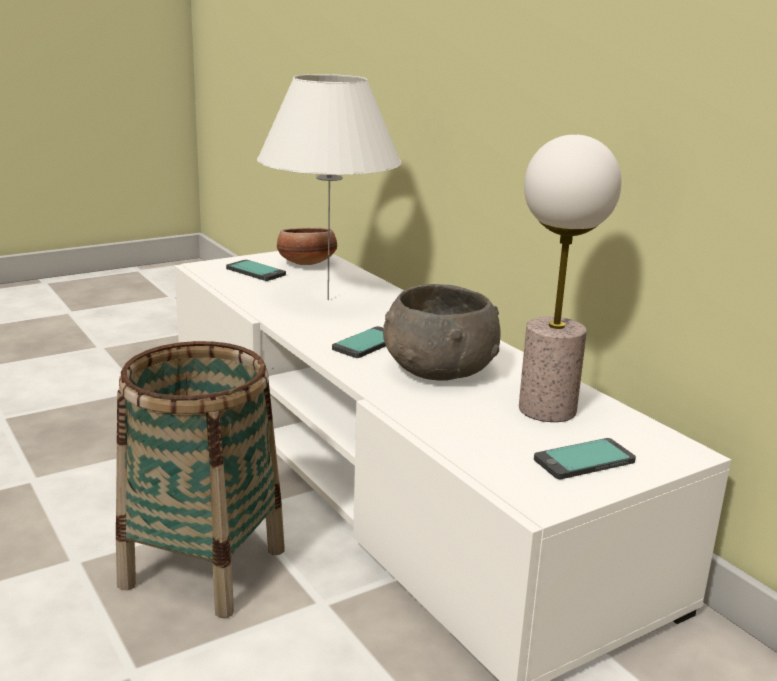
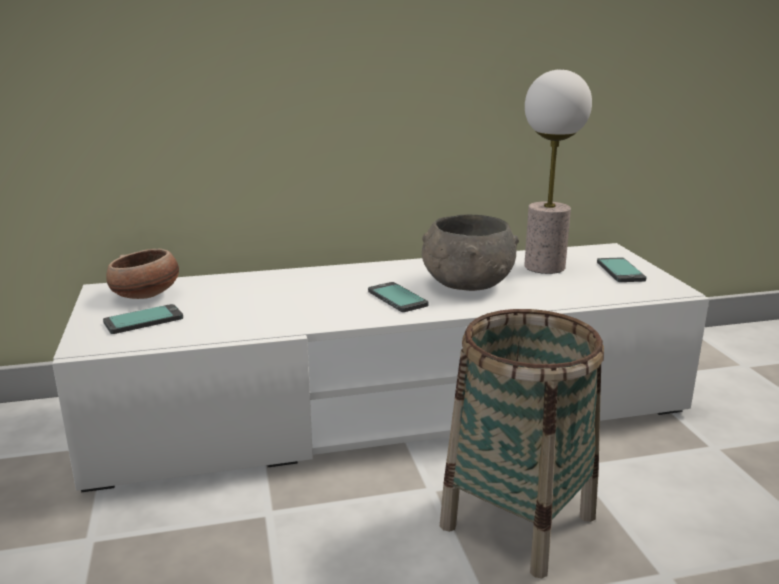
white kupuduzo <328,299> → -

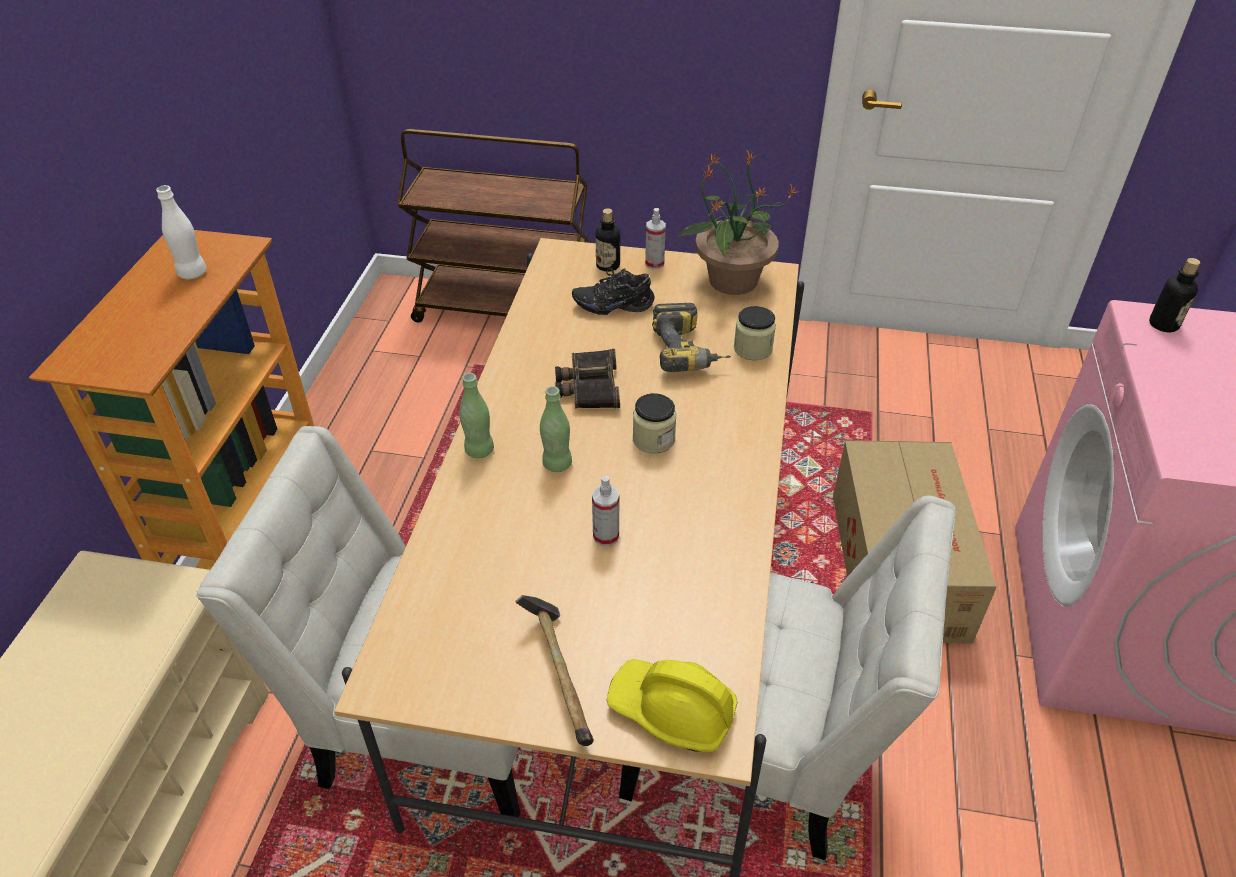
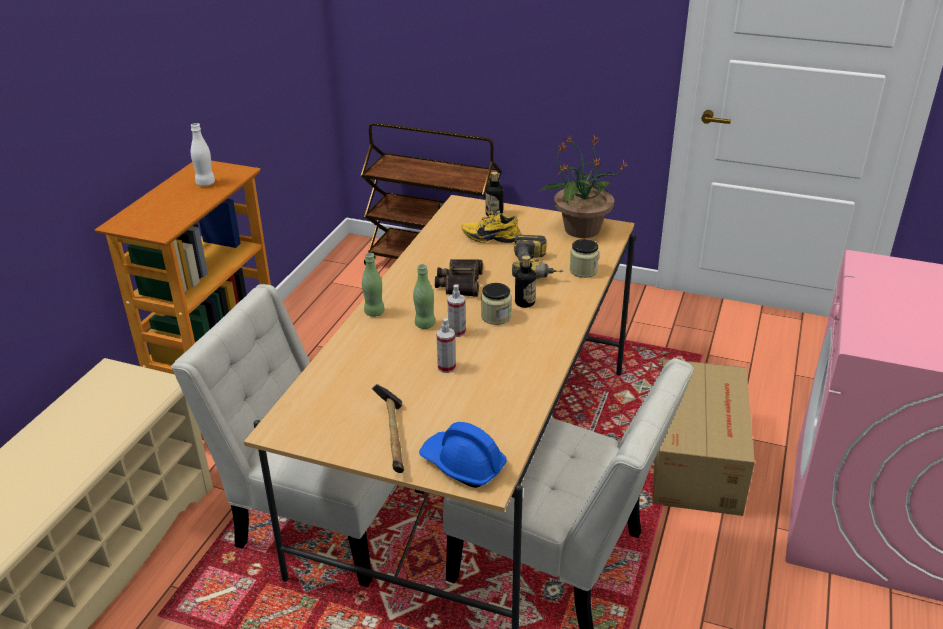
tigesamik <654,263> → tigesamik <457,332>, moved
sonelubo <1163,324> → sonelubo <525,303>, moved
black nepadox <613,304> → yellow nepadox <491,237>
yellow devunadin <672,710> → blue devunadin <462,464>

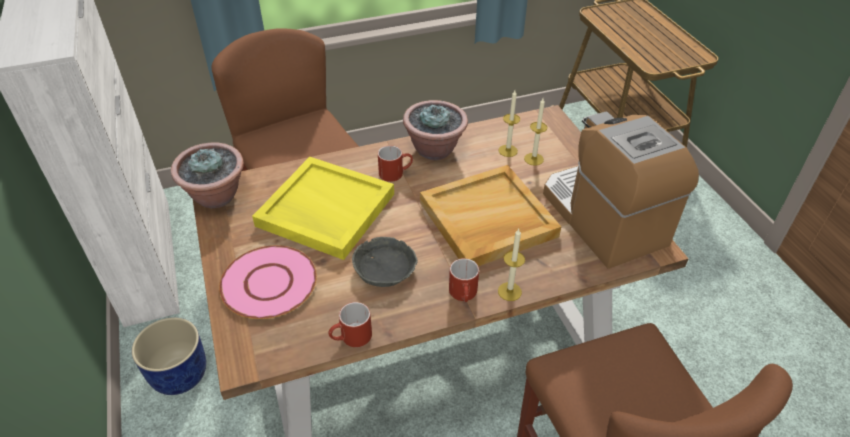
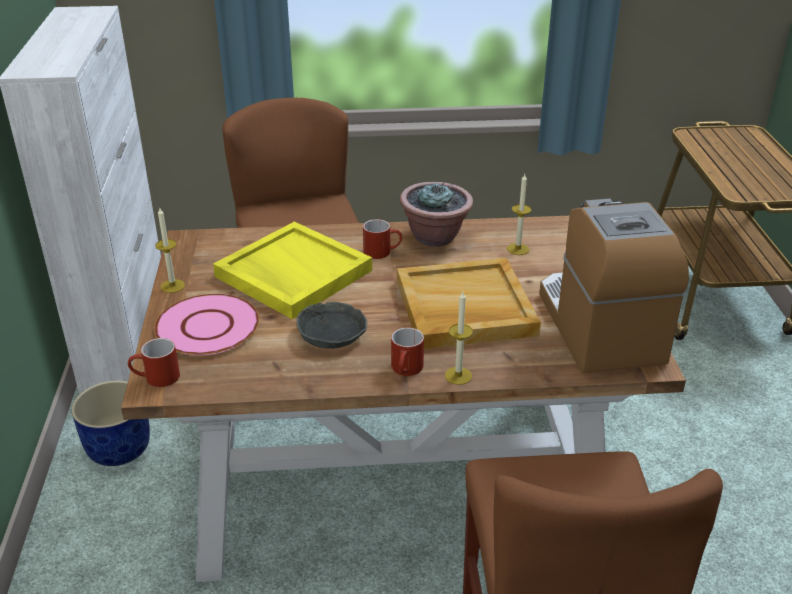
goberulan <216,197> → -
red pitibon <351,338> → red pitibon <156,379>, moved
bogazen <533,159> → bogazen <172,286>, moved

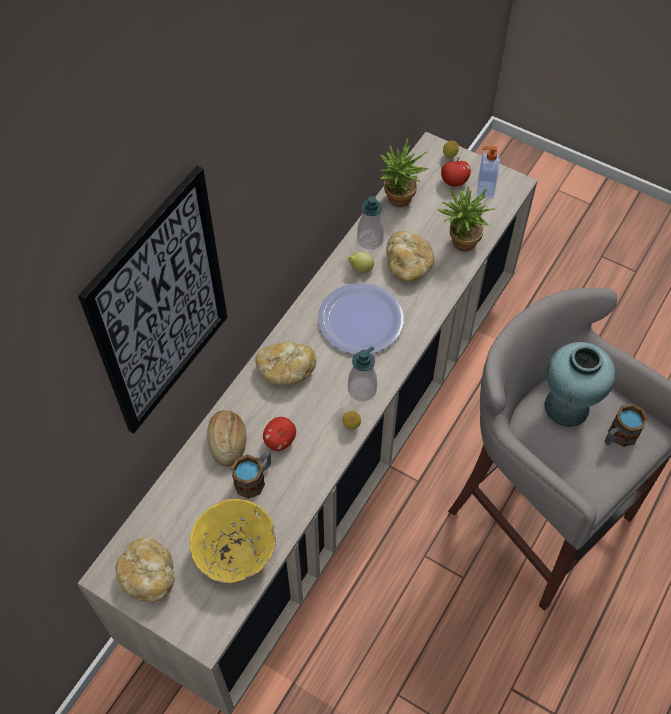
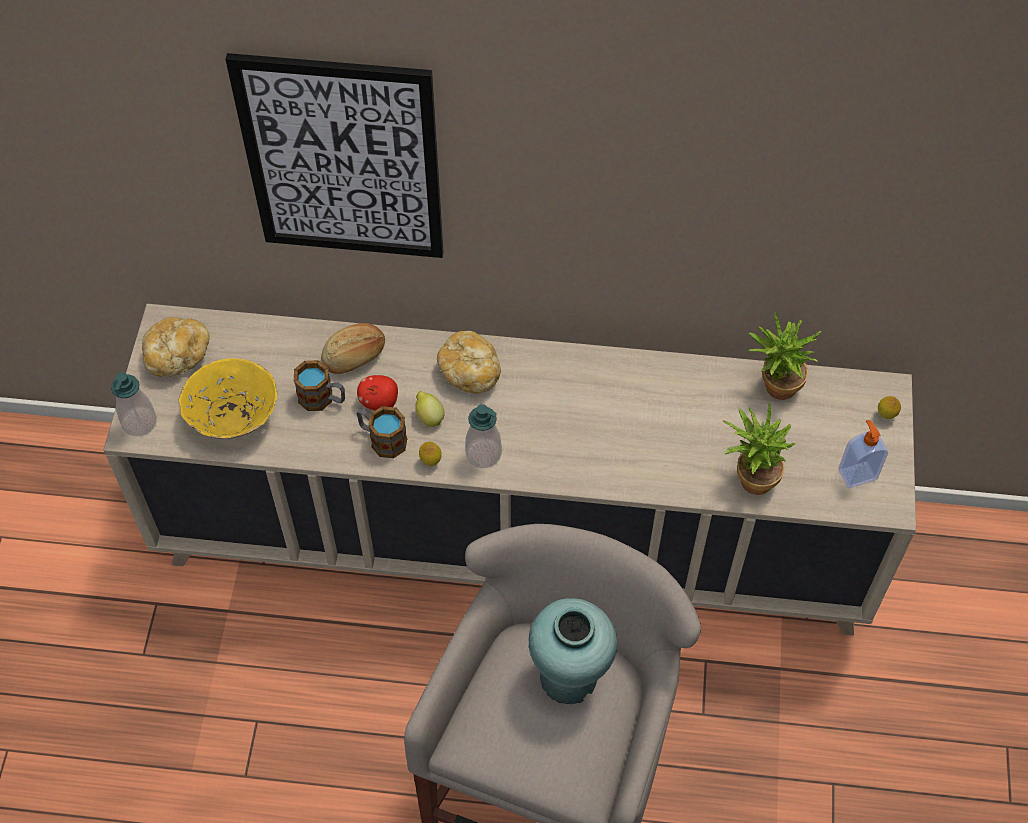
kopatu <360,320> → -
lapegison <408,265> → -
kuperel <454,182> → -
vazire <360,269> → vazire <429,417>, moved
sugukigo <370,240> → sugukigo <139,422>, moved
pitibon <618,436> → pitibon <382,439>, moved

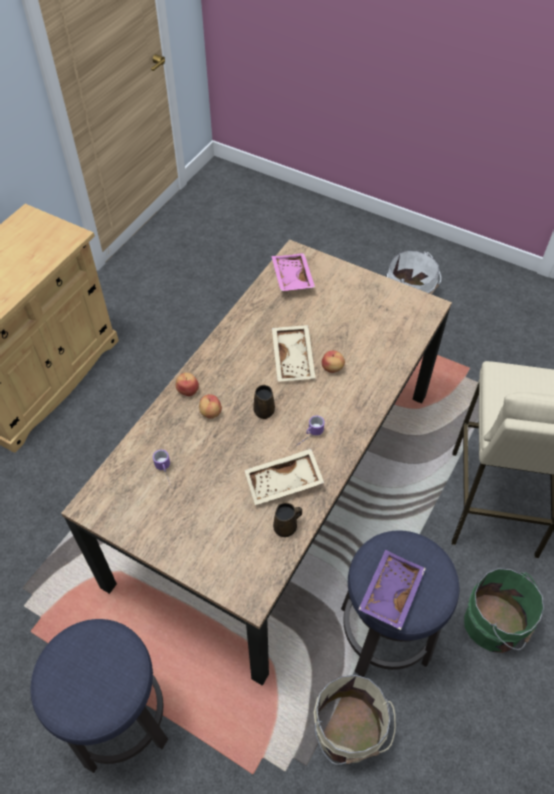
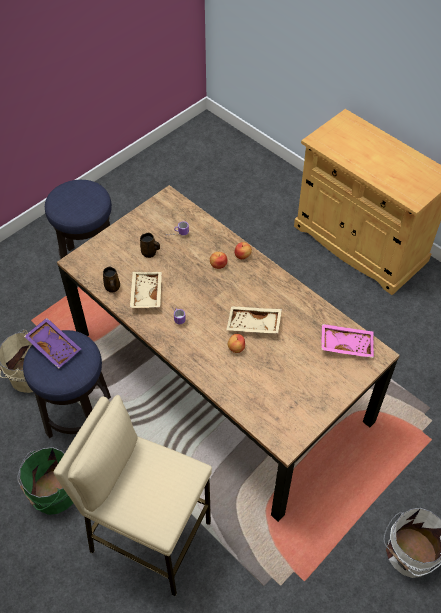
brown pitibon <264,410> → brown pitibon <150,253>, moved

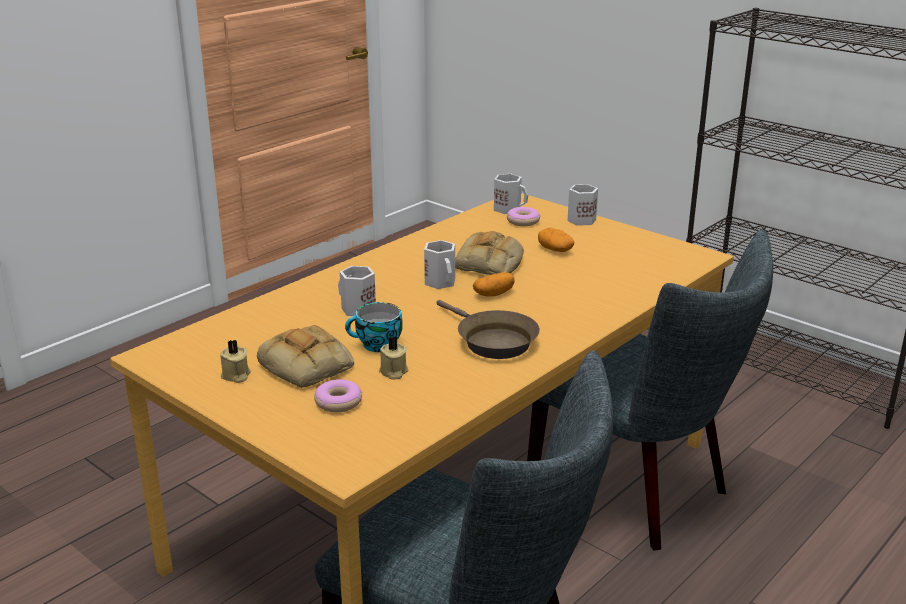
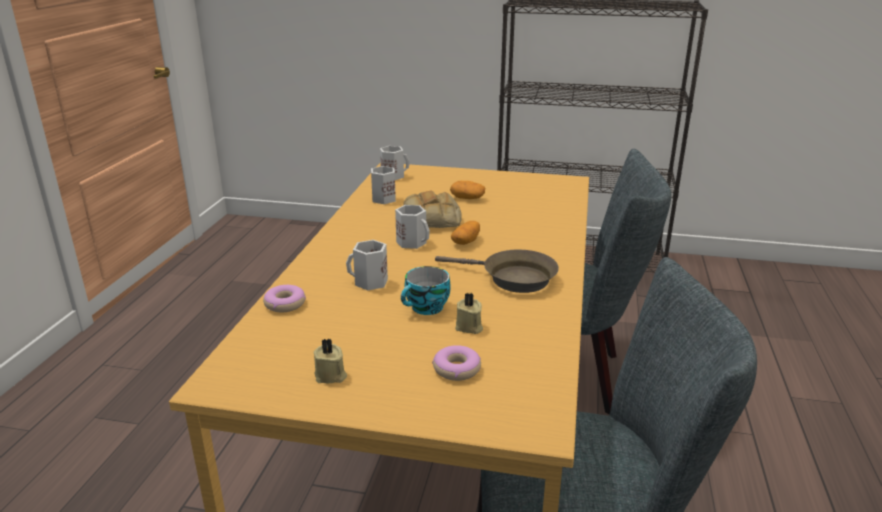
lapegison <308,366> → -
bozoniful <523,221> → bozoniful <285,304>, moved
white pitibon <580,220> → white pitibon <382,199>, moved

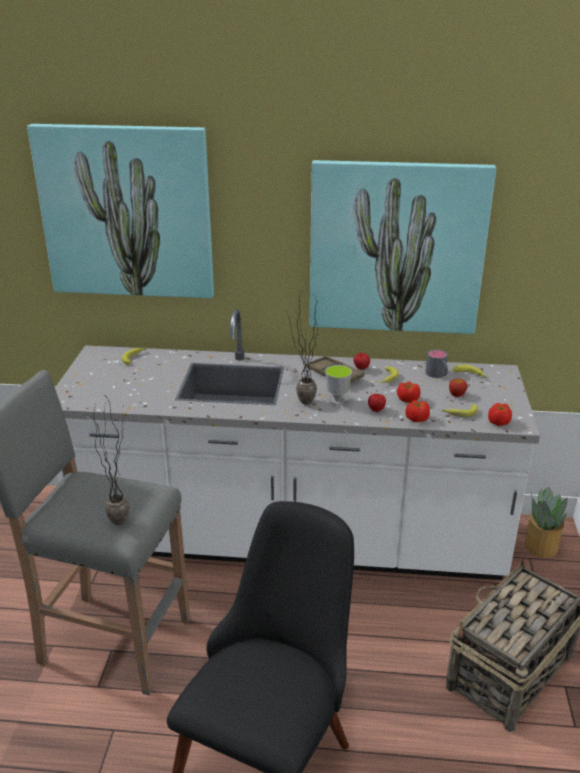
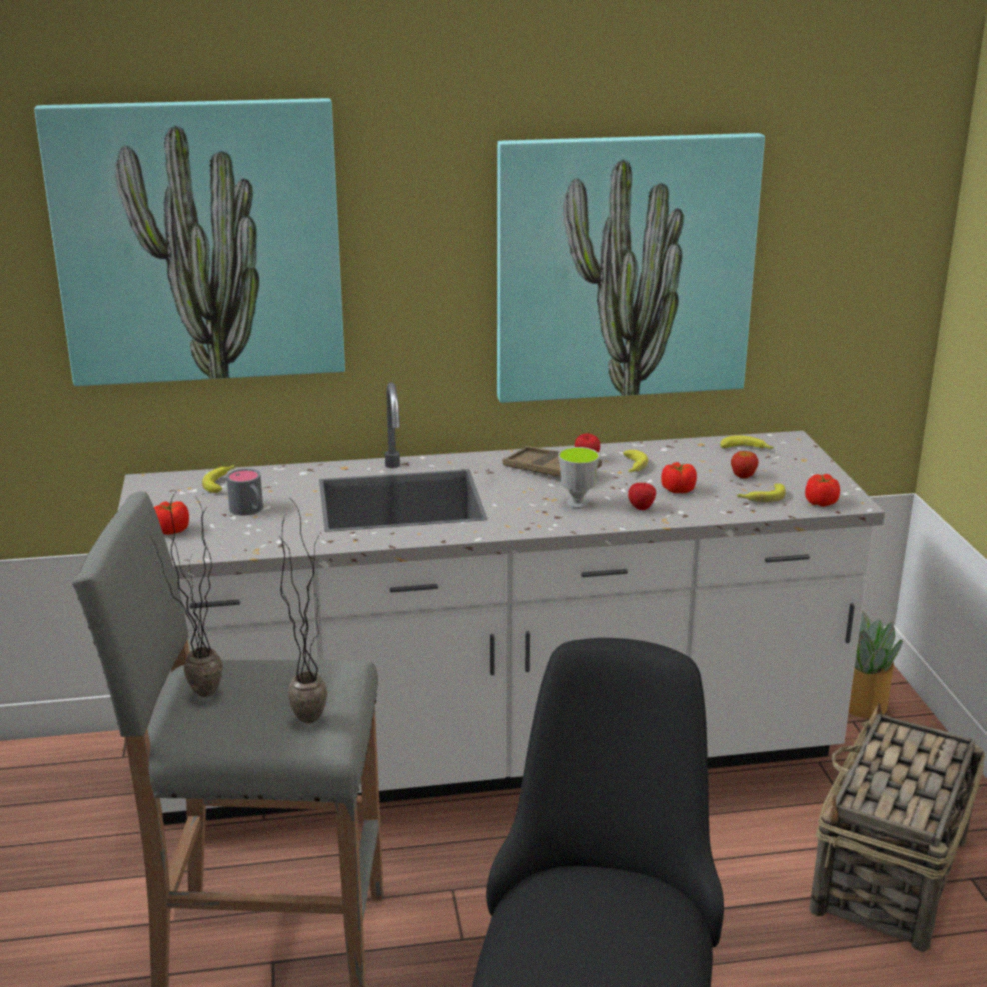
goberulan <301,404> → goberulan <196,698>, moved
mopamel <416,419> → mopamel <171,530>, moved
grey pitibon <438,375> → grey pitibon <249,511>, moved

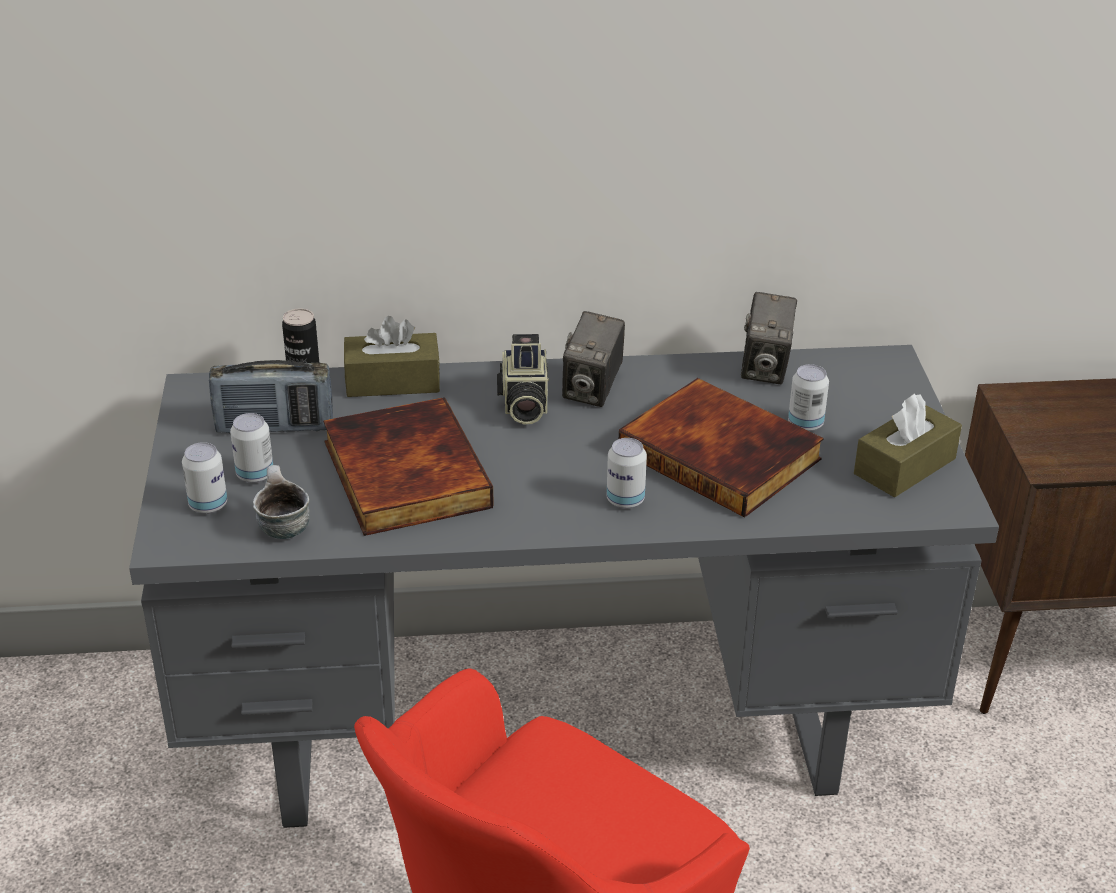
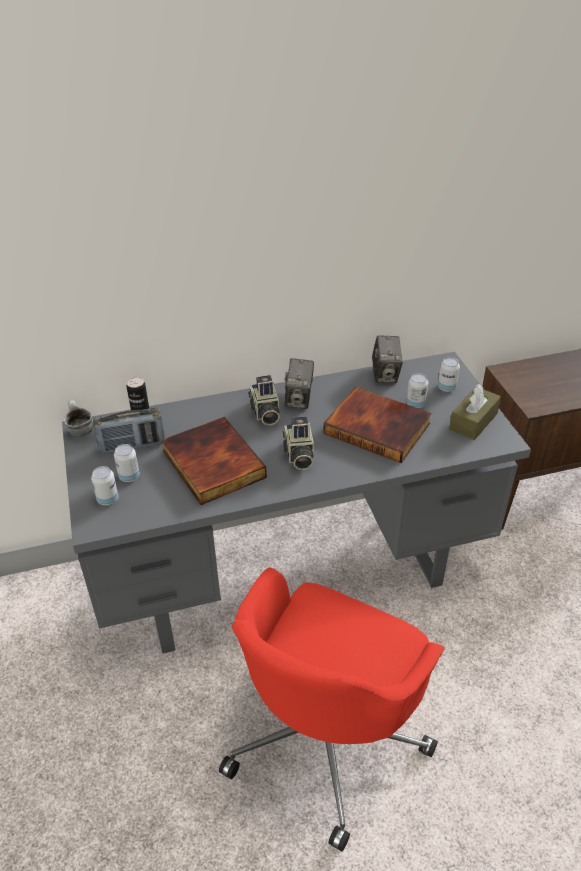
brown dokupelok <392,381> → -
- → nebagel <298,455>
pitibon <281,525> → pitibon <79,430>, moved
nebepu <625,500> → nebepu <446,388>, moved

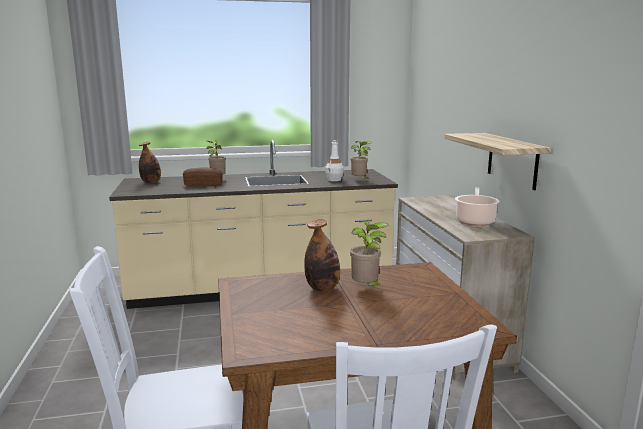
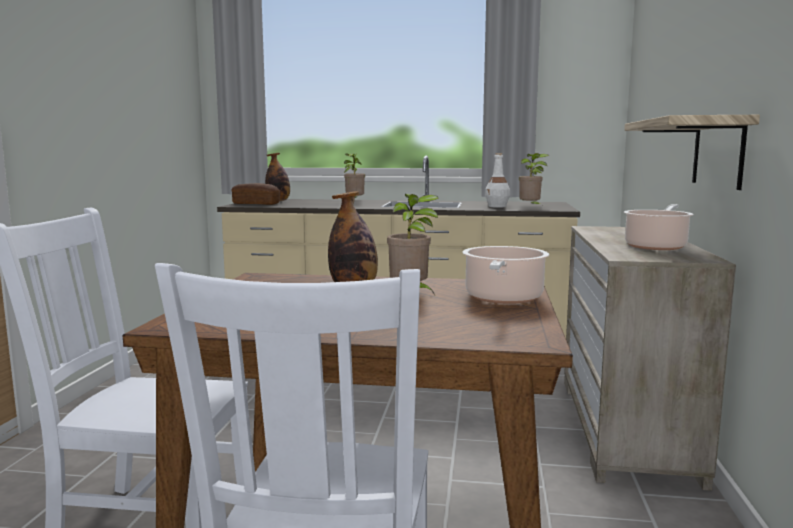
- → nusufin <503,298>
lapegison <203,184> → lapegison <256,204>, moved

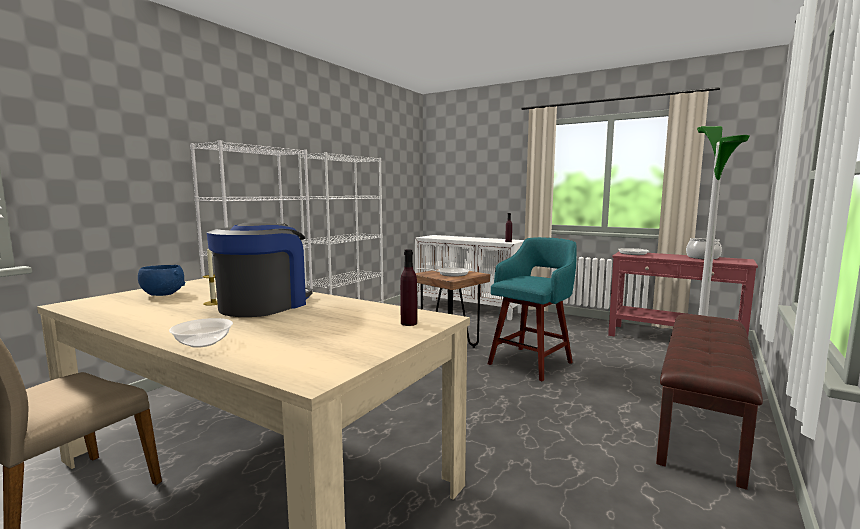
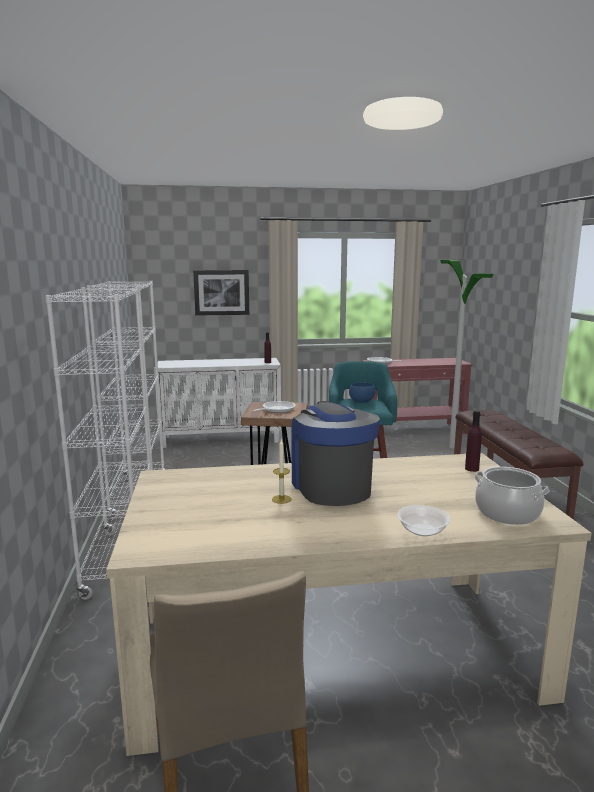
- → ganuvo <221,292>
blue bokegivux <162,294> → blue bokegivux <361,402>, moved
nusufin <703,257> → nusufin <507,513>, moved

